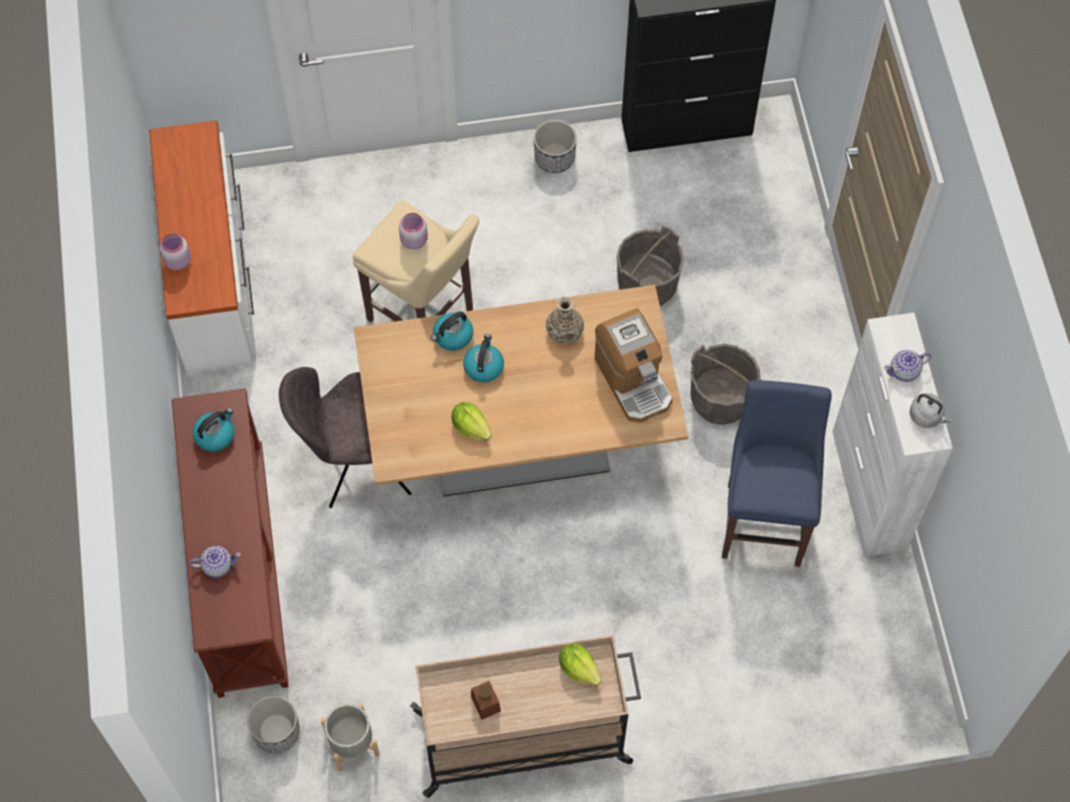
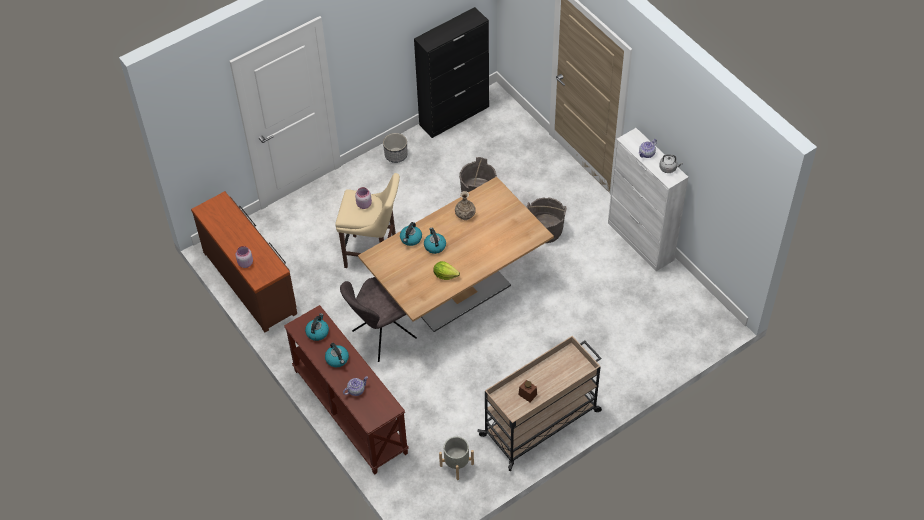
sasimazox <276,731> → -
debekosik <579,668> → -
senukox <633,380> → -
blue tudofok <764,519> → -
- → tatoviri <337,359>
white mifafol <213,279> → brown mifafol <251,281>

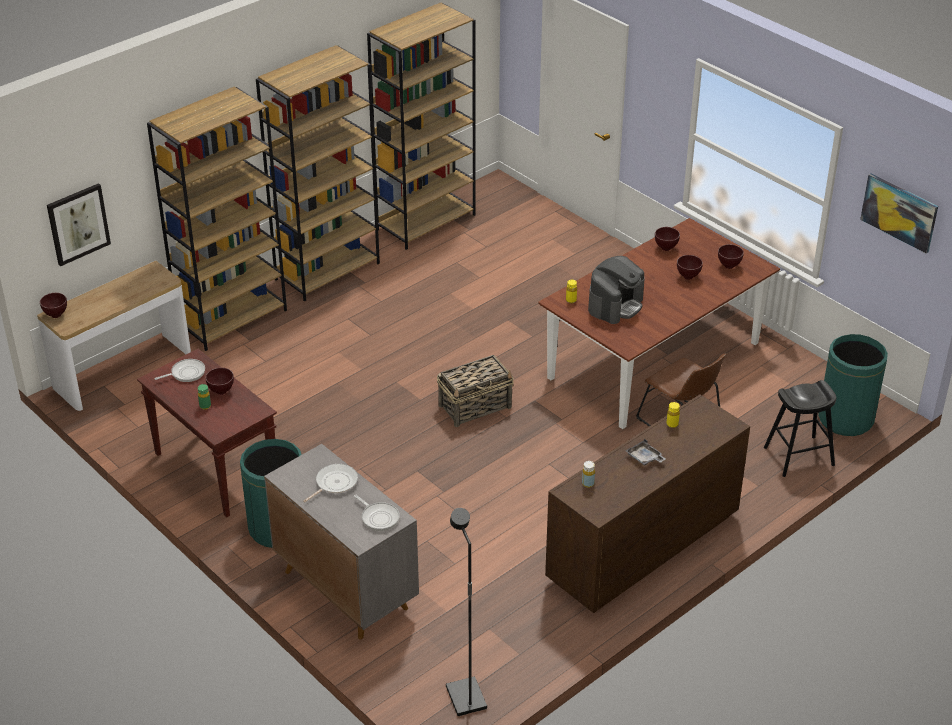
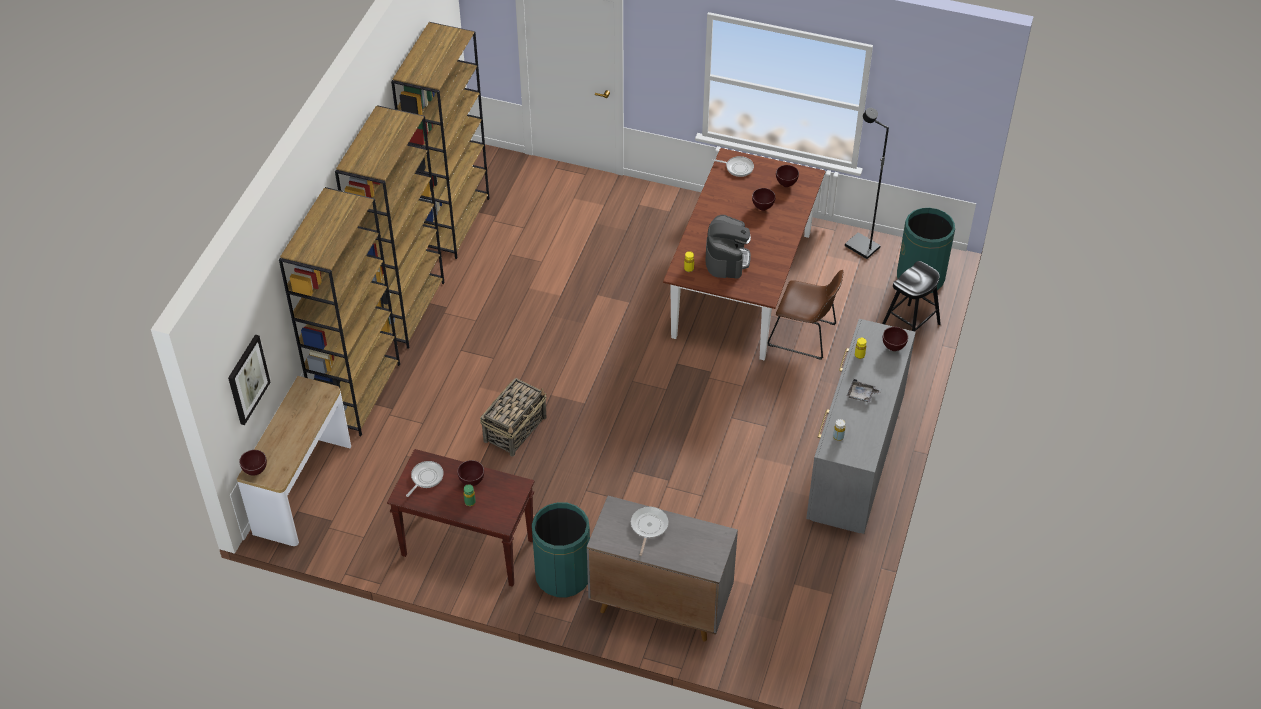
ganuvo <899,212> → -
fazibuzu <378,517> → fazibuzu <737,168>, moved
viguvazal <476,406> → viguvazal <515,428>, moved
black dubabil <465,698> → black dubabil <861,247>, moved
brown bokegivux <665,249> → brown bokegivux <893,348>, moved
brown mifafol <641,548> → grey mifafol <854,461>

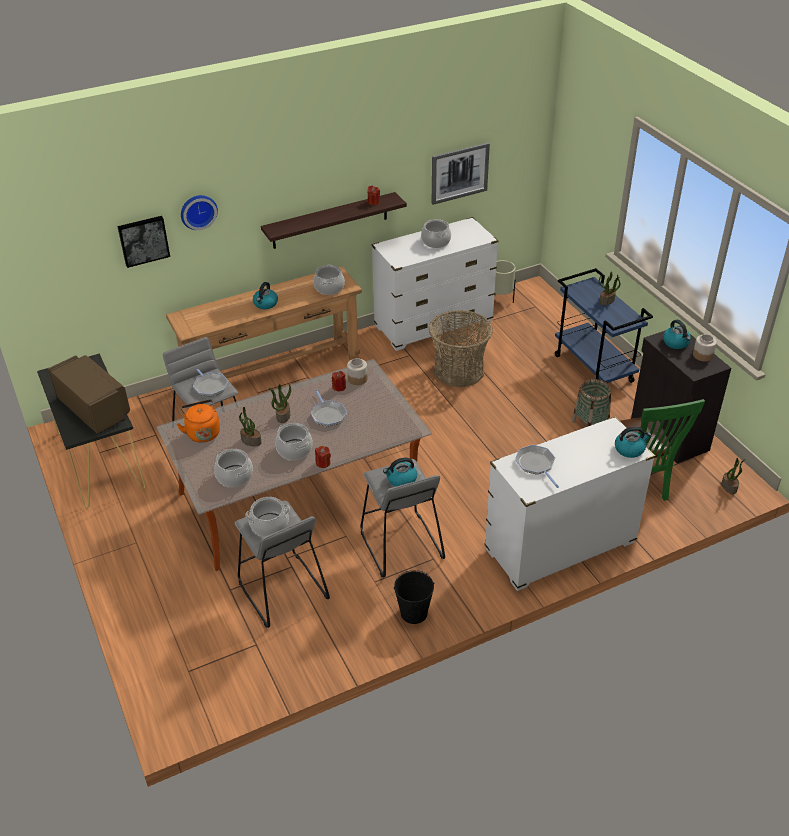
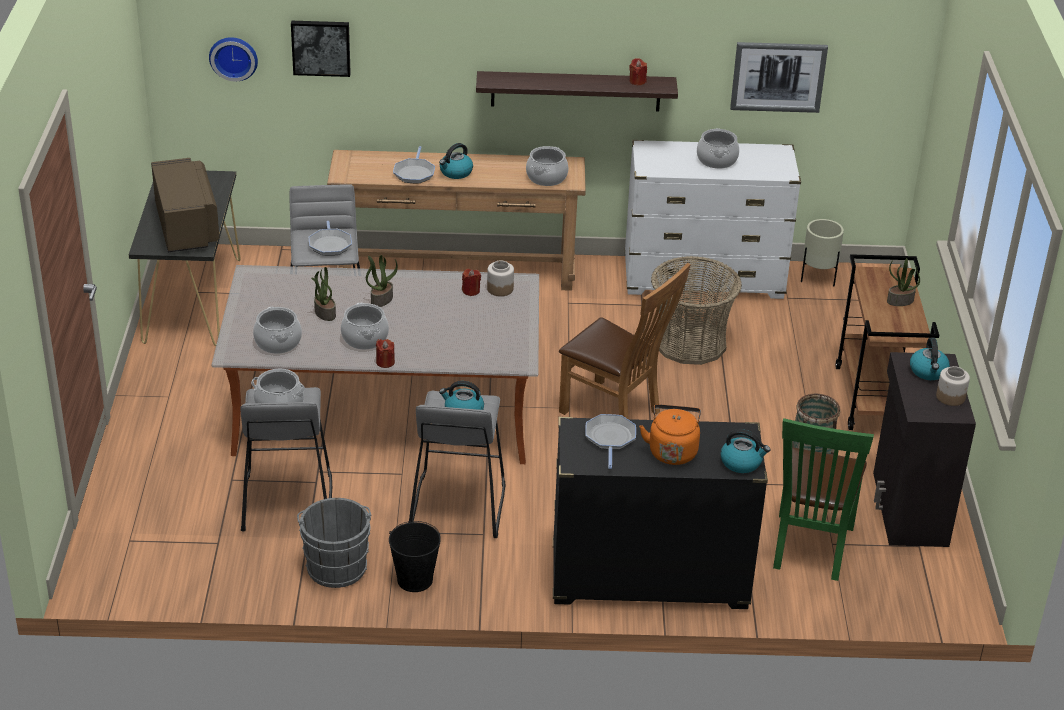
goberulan <729,487> → -
- → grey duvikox <336,565>
- → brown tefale <615,413>
orange tatoviri <202,432> → orange tatoviri <672,451>, moved
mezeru <198,211> → mezeru <234,57>, moved
fazibuzu <328,414> → fazibuzu <414,173>, moved
white mifafol <560,547> → black mifafol <648,579>
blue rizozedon <594,369> → brown rizozedon <876,399>

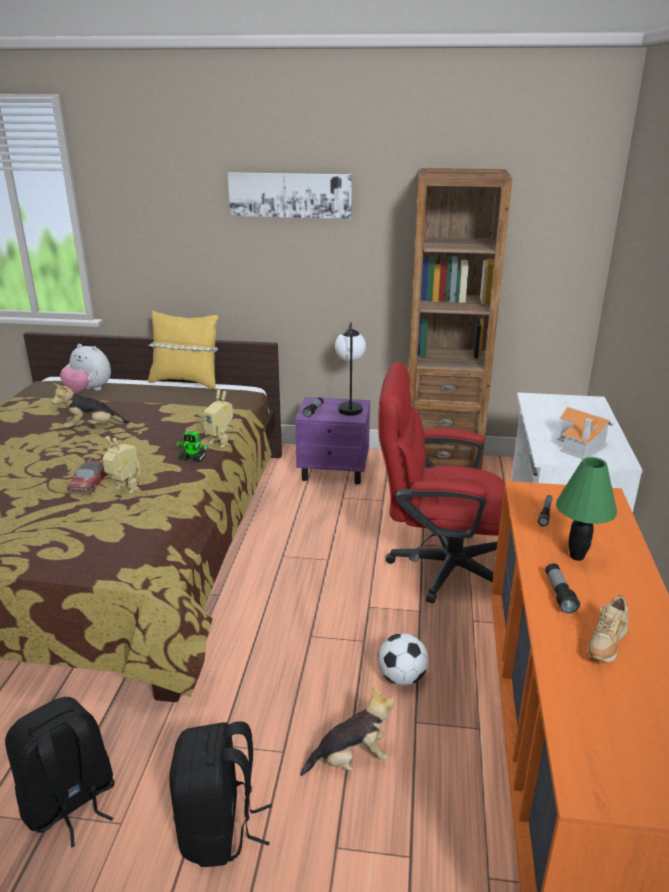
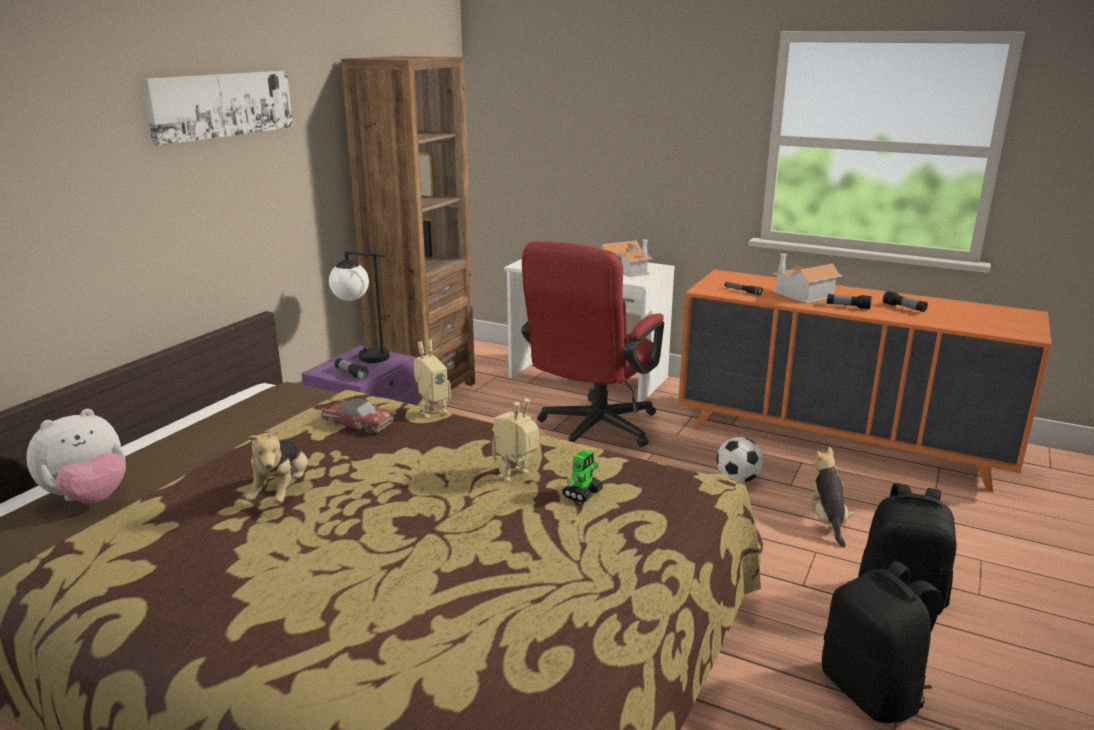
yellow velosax <186,381> → -
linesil <90,482> → linesil <358,423>, moved
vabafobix <193,458> → vabafobix <583,493>, moved
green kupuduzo <576,556> → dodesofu <802,295>
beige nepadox <605,646> → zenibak <904,308>

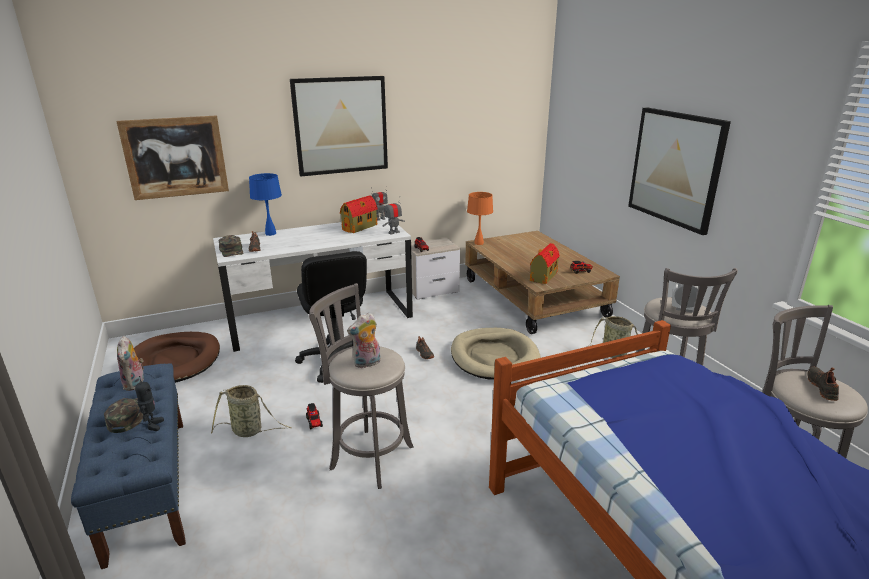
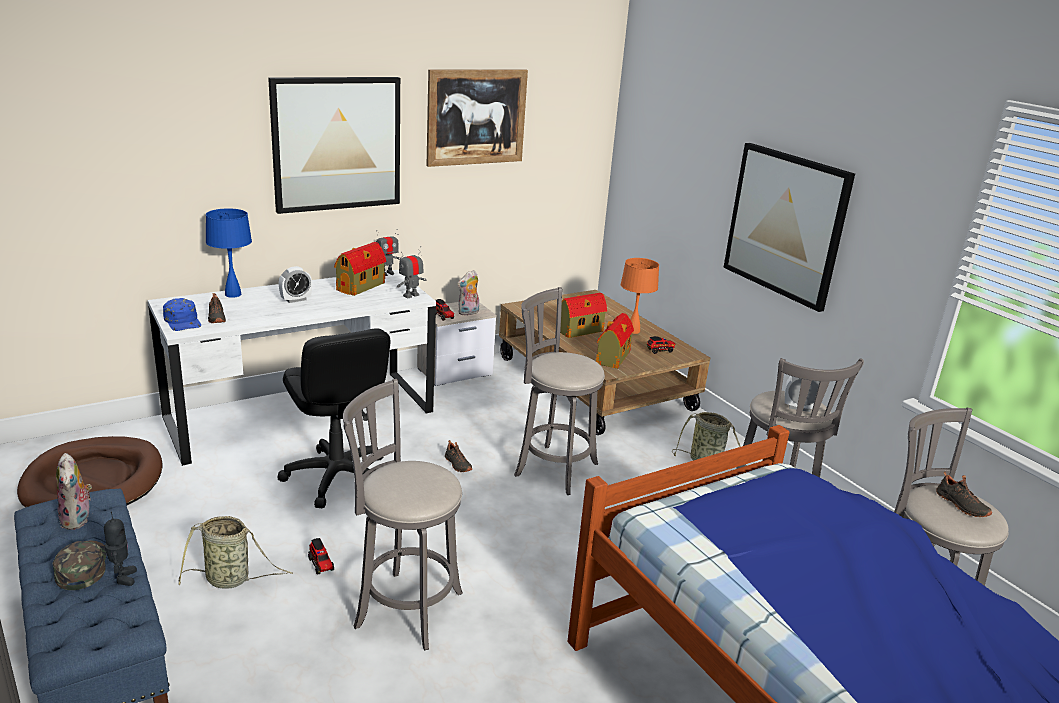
- → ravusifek <296,300>
- → dodesofu <579,331>
ganuvo <175,157> → ganuvo <476,117>, moved
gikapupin <367,363> → gikapupin <468,313>, moved
orange kupuduzo <478,243> → orange kupuduzo <633,331>, moved
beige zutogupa <494,357> → grey tudofok <552,468>
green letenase <232,251> → blue letenase <183,321>
black nepadox <822,387> → black nepadox <960,505>, 150 degrees clockwise

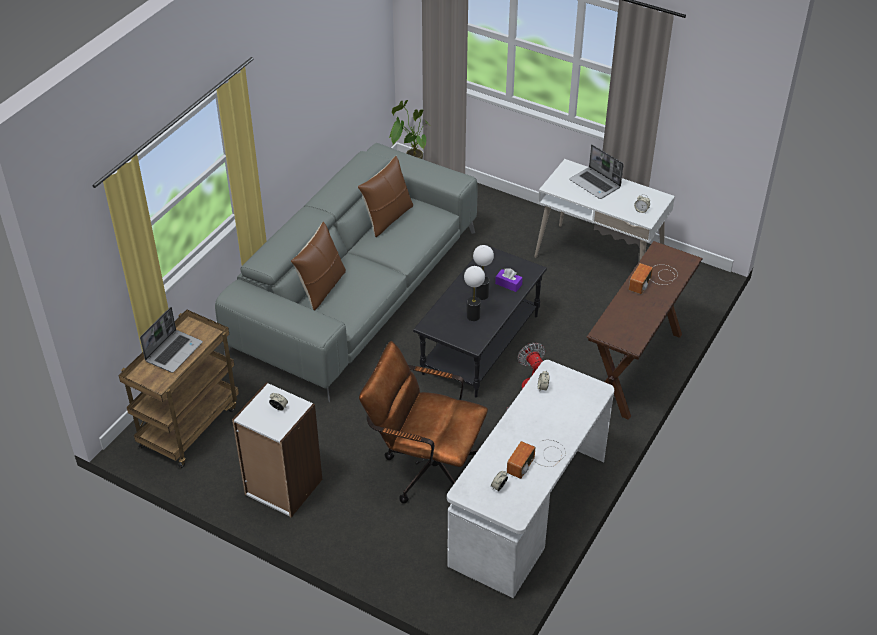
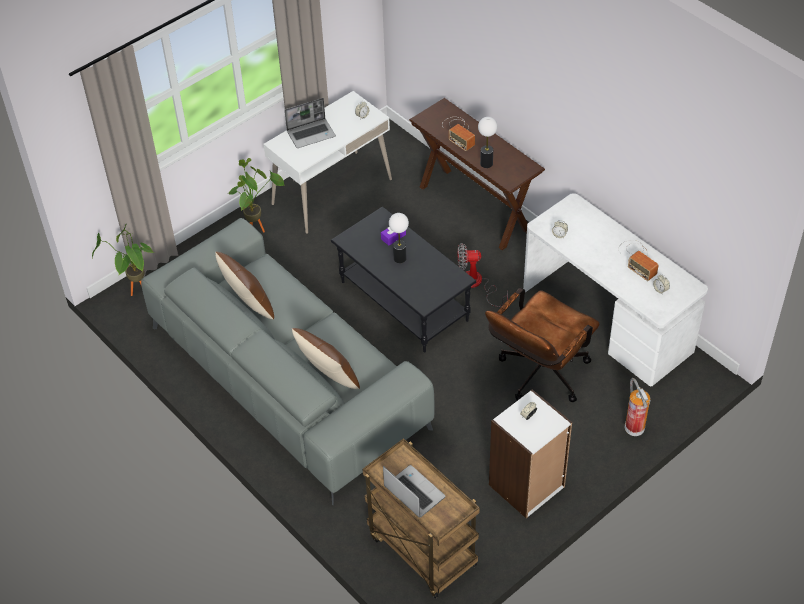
- → goberulan <258,230>
- → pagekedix <633,428>
kupuduzo <473,316> → kupuduzo <486,163>, moved

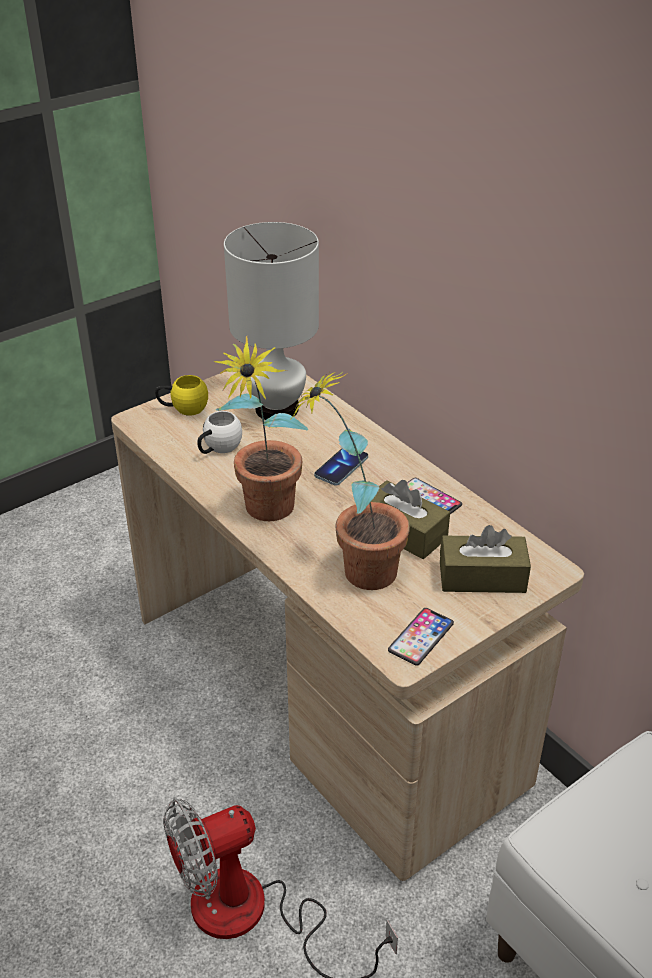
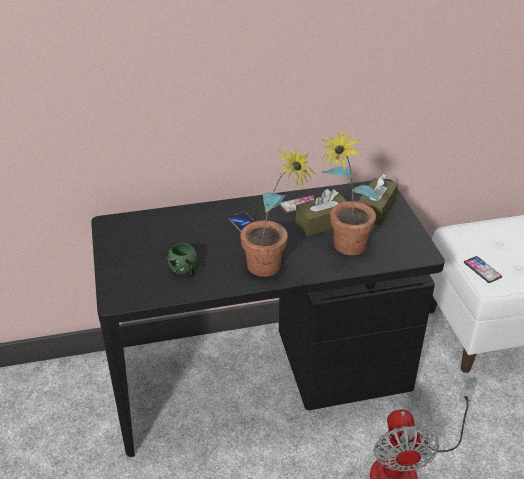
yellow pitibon <183,408> → -
white kupuduzo <277,409> → -
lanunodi <421,637> → lanunodi <482,270>, moved
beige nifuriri <327,693> → black nifuriri <261,377>
white pitibon <218,448> → green pitibon <185,271>

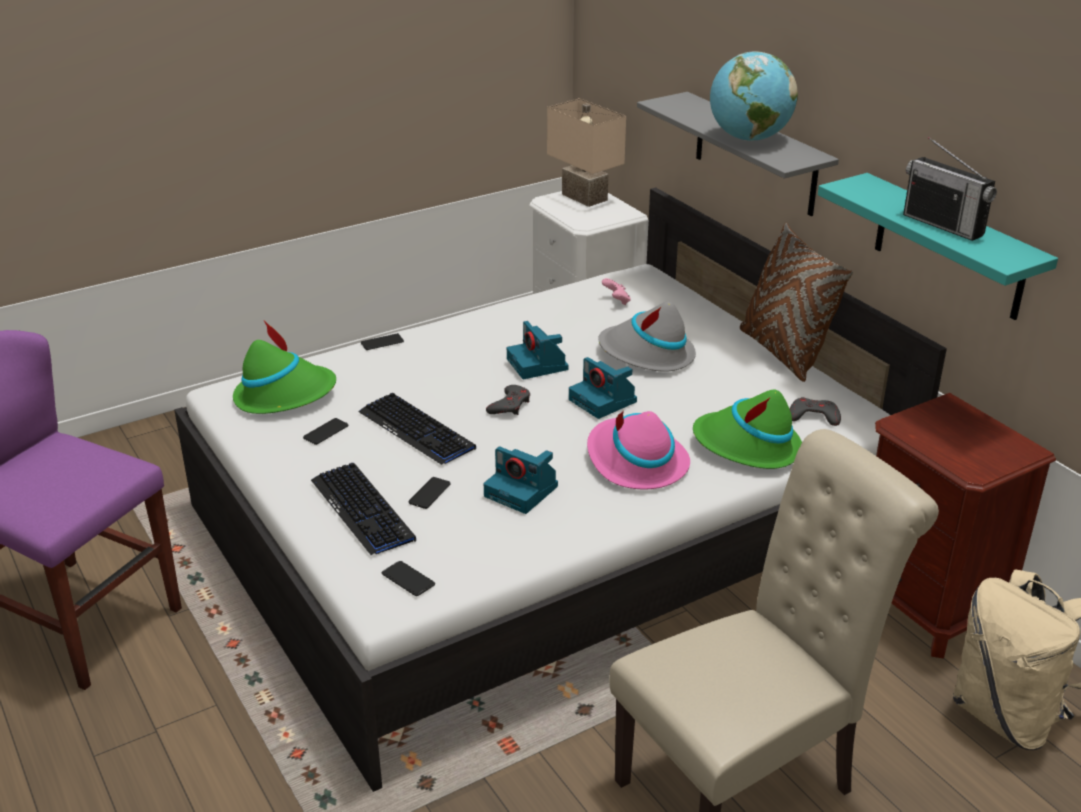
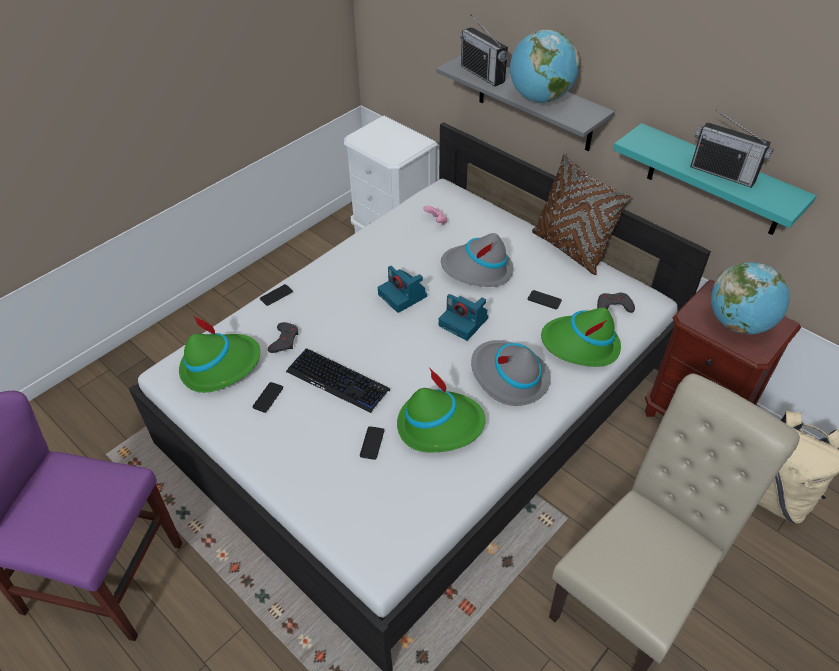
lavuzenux <363,510> → -
beige kupuduzo <586,197> → -
- → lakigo <482,74>
- → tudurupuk <738,324>
lanunodi <408,579> → lanunodi <544,300>, moved
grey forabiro <510,405> → grey forabiro <284,340>, moved
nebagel <523,491> → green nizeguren <440,425>
pink nizeguren <635,461> → grey nizeguren <509,377>

